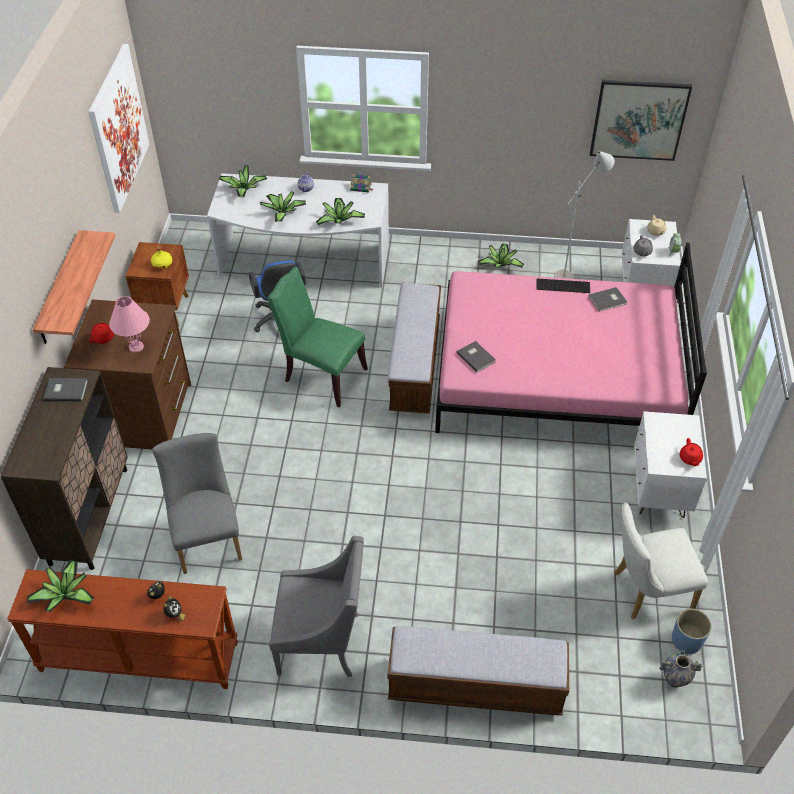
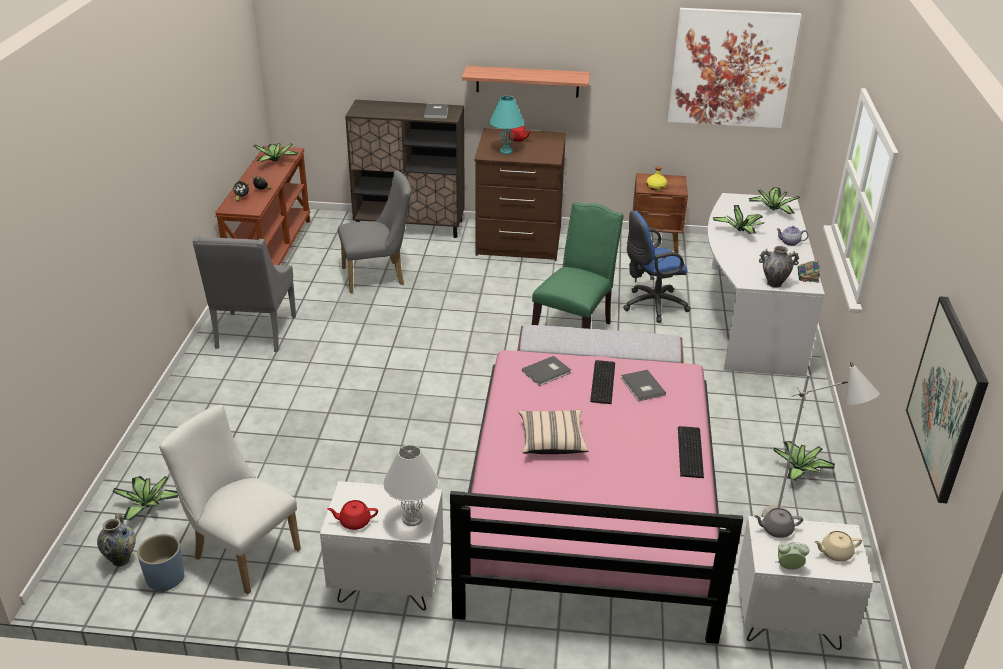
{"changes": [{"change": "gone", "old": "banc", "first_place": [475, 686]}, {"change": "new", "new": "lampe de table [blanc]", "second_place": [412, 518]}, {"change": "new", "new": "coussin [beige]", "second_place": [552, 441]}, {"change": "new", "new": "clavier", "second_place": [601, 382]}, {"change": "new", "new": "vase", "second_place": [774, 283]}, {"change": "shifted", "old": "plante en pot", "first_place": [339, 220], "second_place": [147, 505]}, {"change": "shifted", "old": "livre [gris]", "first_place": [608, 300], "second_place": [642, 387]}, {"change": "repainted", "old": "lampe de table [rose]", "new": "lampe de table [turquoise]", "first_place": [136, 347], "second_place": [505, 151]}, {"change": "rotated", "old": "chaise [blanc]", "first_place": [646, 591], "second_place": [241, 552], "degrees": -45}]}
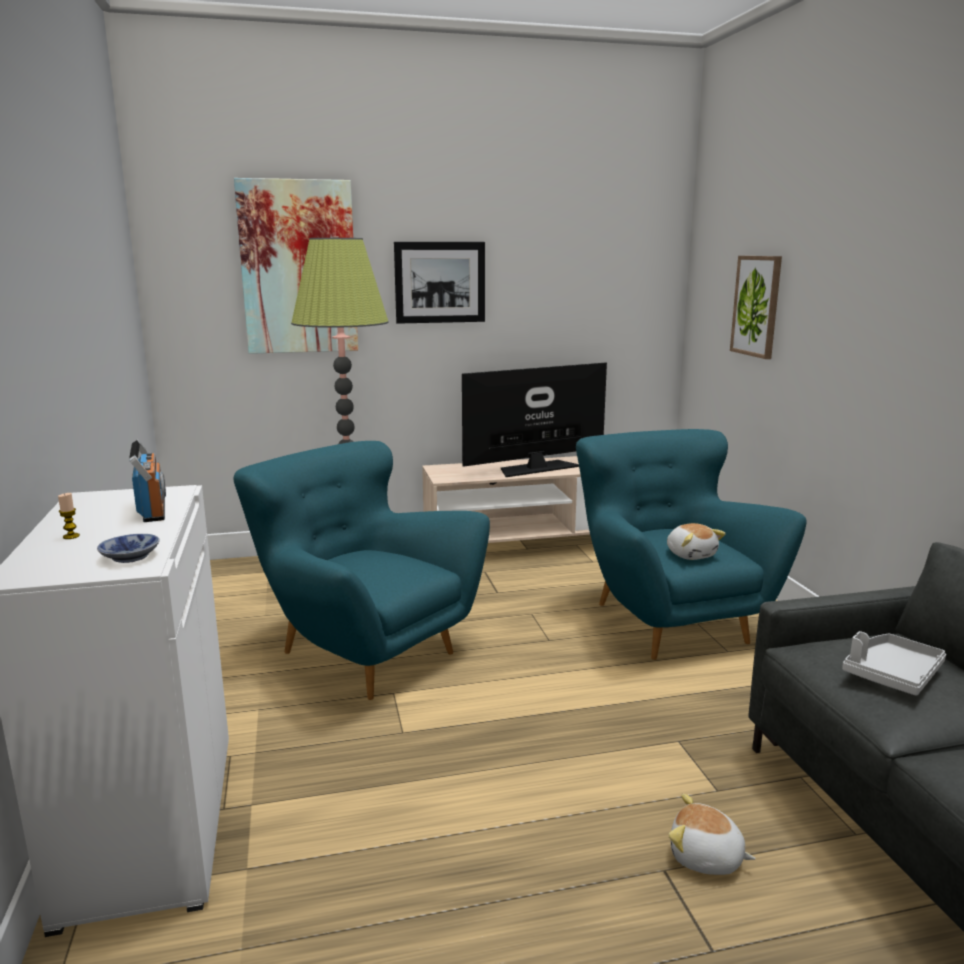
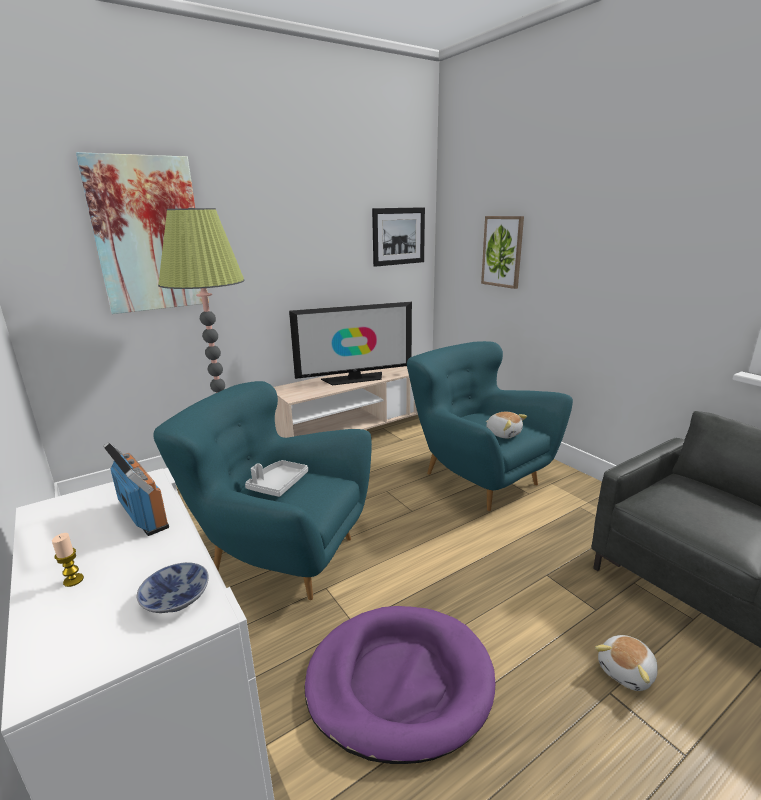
{"changes": [{"change": "new", "new": "panier pour chien [violet]", "second_place": [399, 682]}, {"change": "shifted", "old": "tableau", "first_place": [440, 282], "second_place": [398, 236]}, {"change": "shifted", "old": "plateau [gris]", "first_place": [891, 674], "second_place": [278, 484]}, {"change": "rotated", "old": "téléviseur", "first_place": [536, 468], "second_place": [354, 379], "degrees": -150}, {"change": "rotated", "old": "peluche", "first_place": [705, 858], "second_place": [627, 672], "degrees": -45}]}
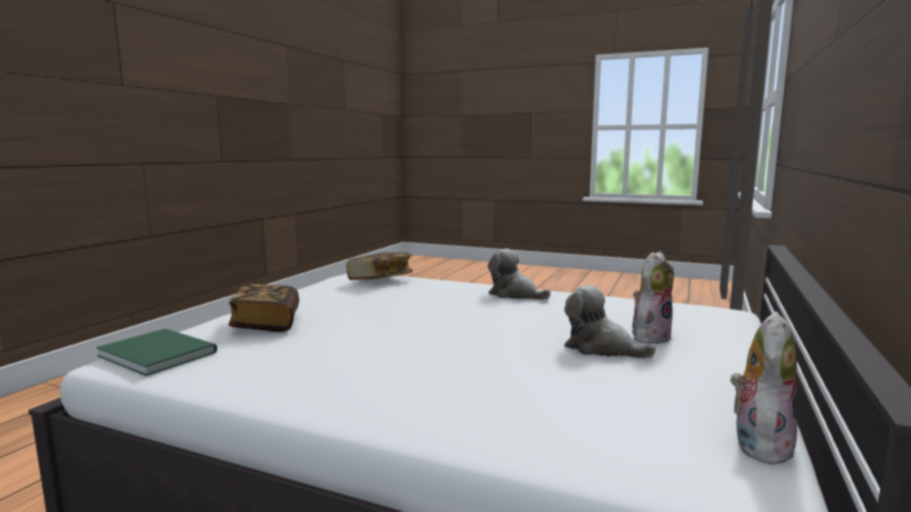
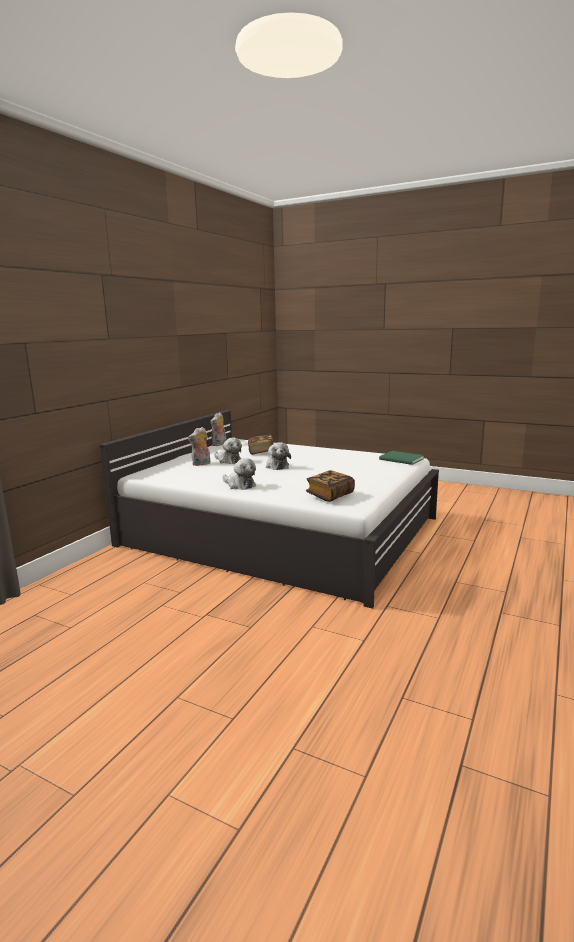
{"changes": [{"change": "new", "new": "peluche", "second_place": [276, 466]}, {"change": "shifted", "old": "livre", "first_place": [266, 324], "second_place": [261, 452]}]}
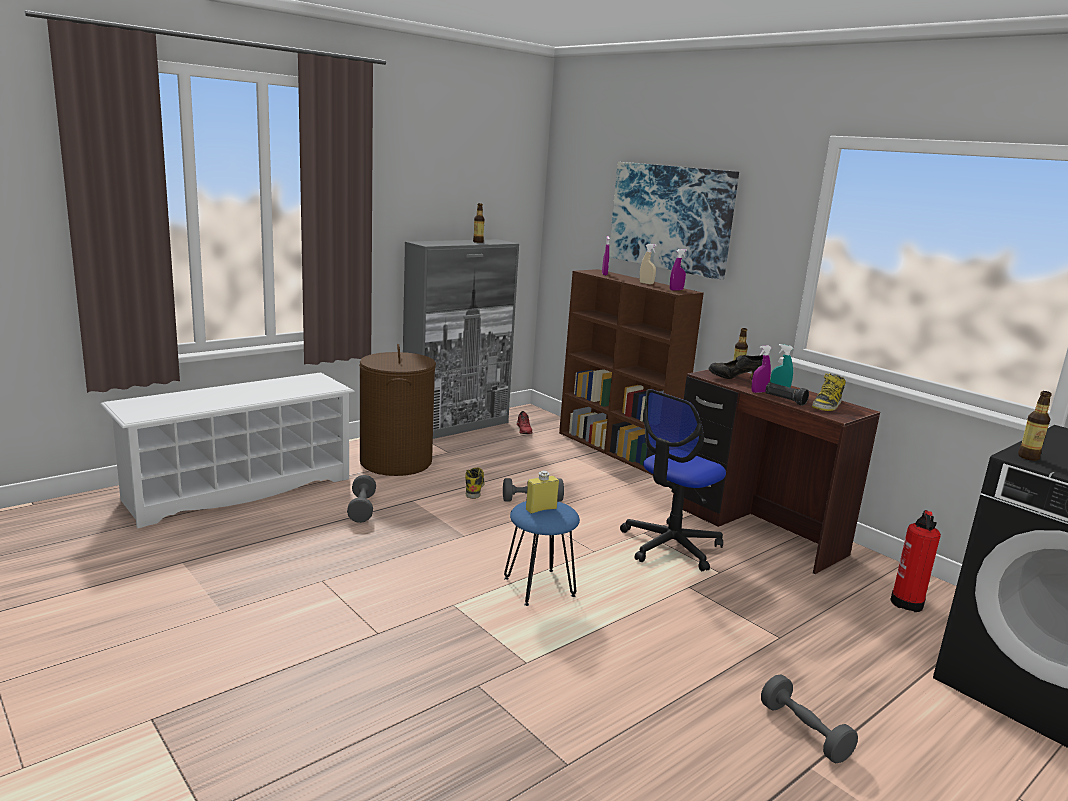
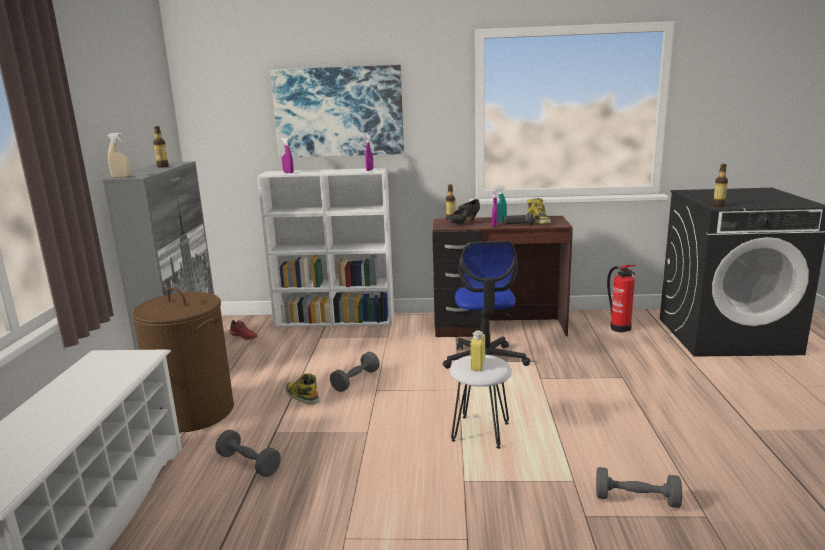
{"changes": [{"change": "shifted", "old": "vaporisateur [beige]", "first_place": [646, 283], "second_place": [121, 177]}, {"change": "shifted", "old": "haltère [gris]", "first_place": [804, 732], "second_place": [636, 499]}, {"change": "repainted", "old": "tabouret [bleu]", "new": "tabouret [blanc]", "first_place": [538, 587], "second_place": [480, 432]}, {"change": "repainted", "old": "bibliothèque [marron]", "new": "bibliothèque [blanc]", "first_place": [618, 450], "second_place": [336, 320]}]}
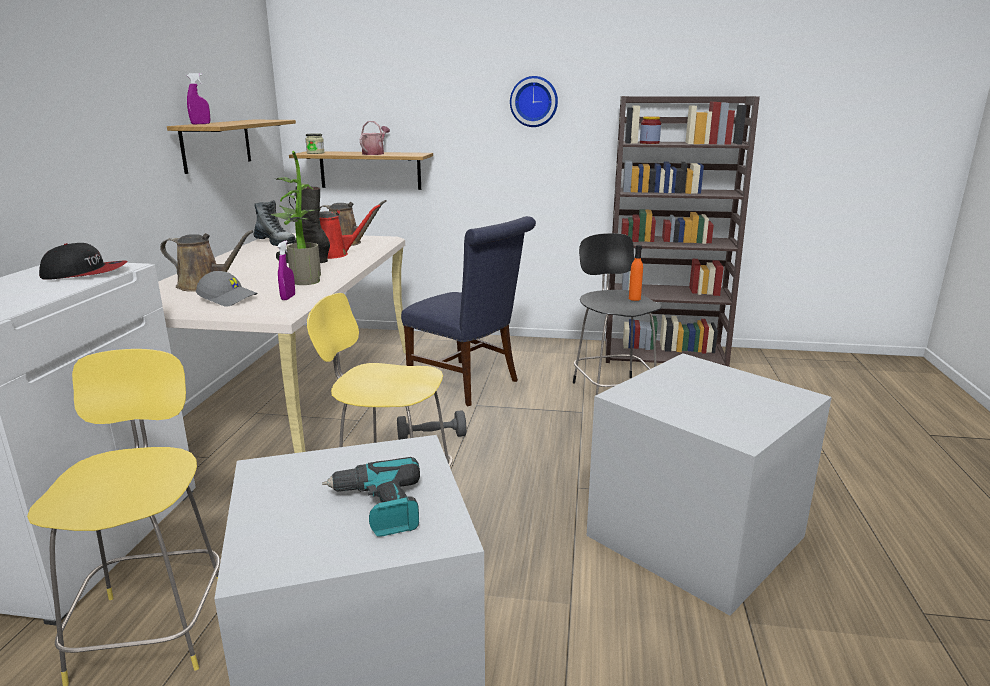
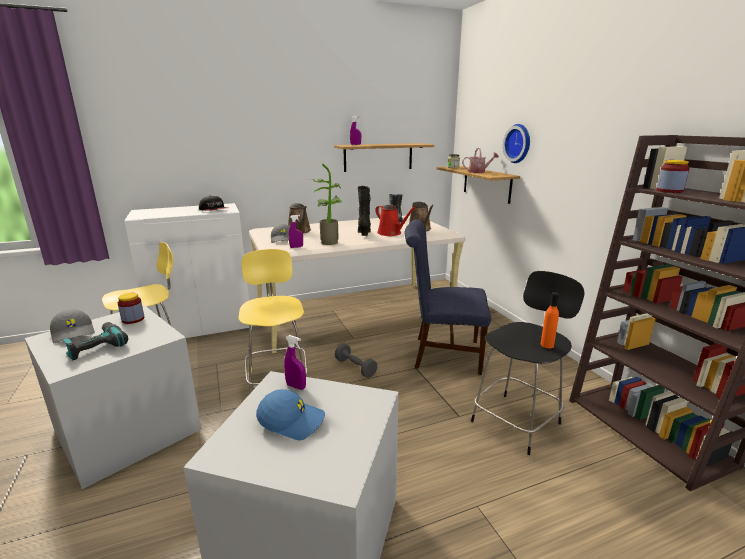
{"changes": [{"change": "new", "new": "casquette [gris]", "second_place": [74, 333]}, {"change": "new", "new": "bocal", "second_place": [133, 319]}, {"change": "new", "new": "casquette [bleu]", "second_place": [292, 420]}, {"change": "new", "new": "vaporisateur [violet]", "second_place": [296, 386]}, {"change": "shifted", "old": "horloge murale", "first_place": [534, 101], "second_place": [519, 143]}, {"change": "rotated", "old": "chaise [bleu]", "first_place": [469, 384], "second_place": [441, 354], "degrees": 90}]}
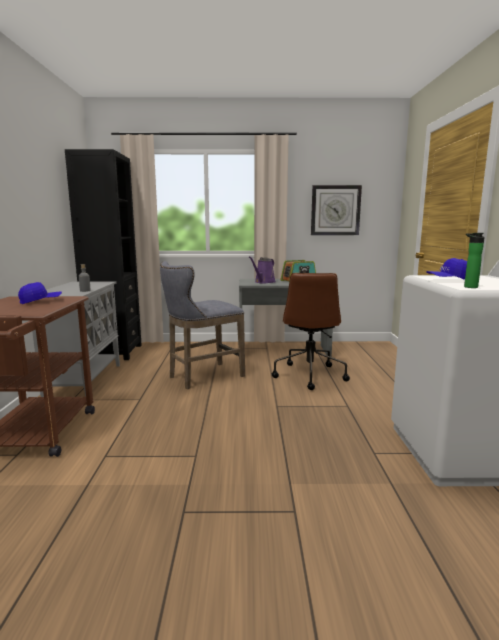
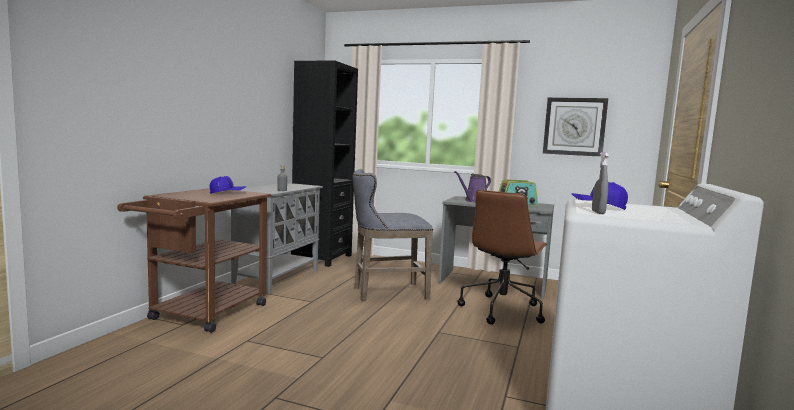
{"changes": [{"change": "swapped", "old": "bouteille", "new": "vaporisateur [gris]", "first_place": [469, 287], "second_place": [598, 212]}]}
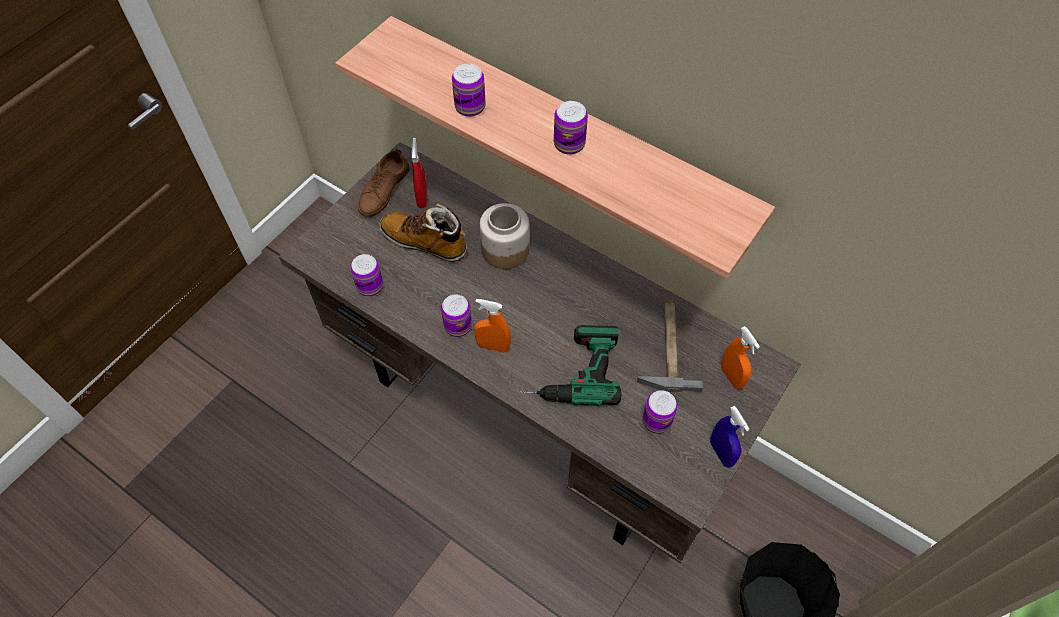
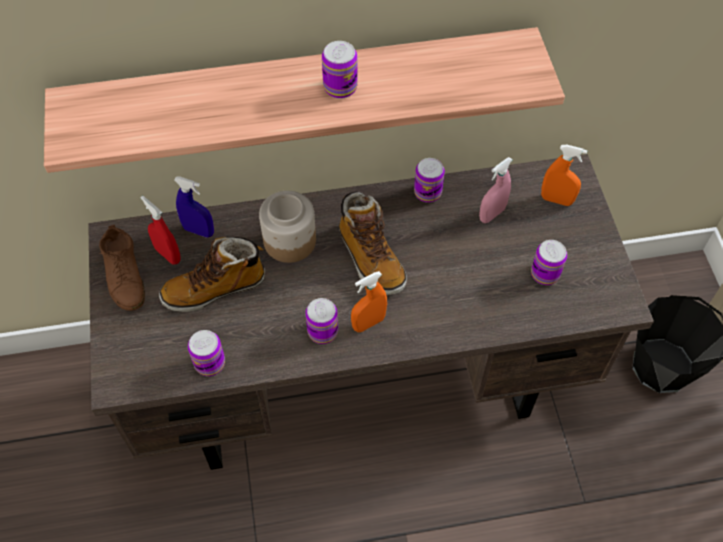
{"changes": [{"change": "gone", "old": "perceuse", "first_place": [570, 370]}, {"change": "new", "new": "botte", "second_place": [370, 258]}, {"change": "shifted", "old": "boîte métallique", "first_place": [470, 107], "second_place": [427, 192]}, {"change": "shifted", "old": "vaporisateur [bleu]", "first_place": [721, 453], "second_place": [199, 231]}, {"change": "swapped", "old": "marteau", "new": "vaporisateur [rose]", "first_place": [667, 346], "second_place": [492, 214]}]}
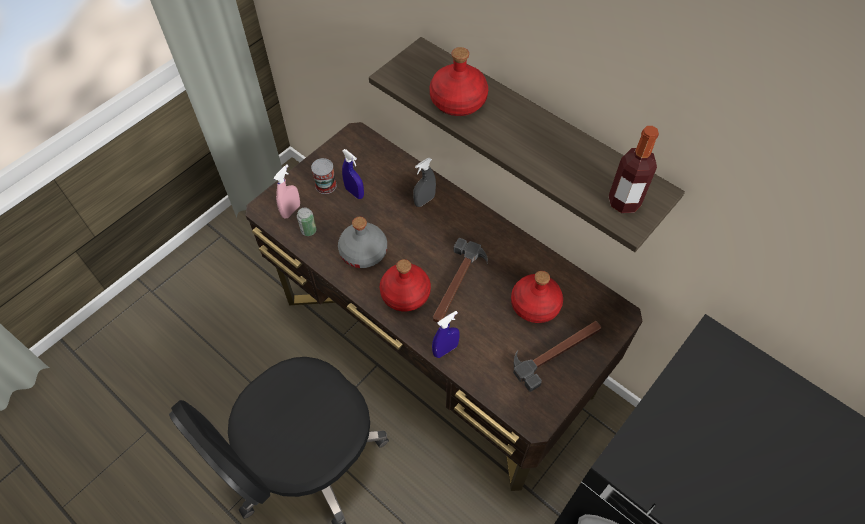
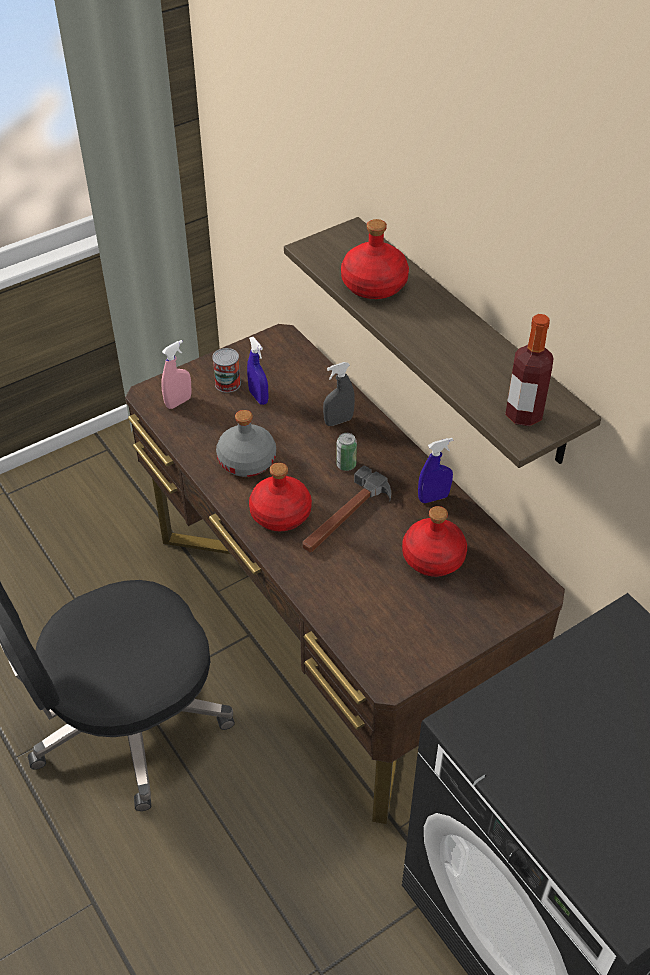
{"changes": [{"change": "gone", "old": "marteau", "first_place": [557, 351]}, {"change": "shifted", "old": "boîte métallique", "first_place": [308, 230], "second_place": [346, 465]}, {"change": "shifted", "old": "vaporisateur [bleu]", "first_place": [445, 350], "second_place": [433, 498]}]}
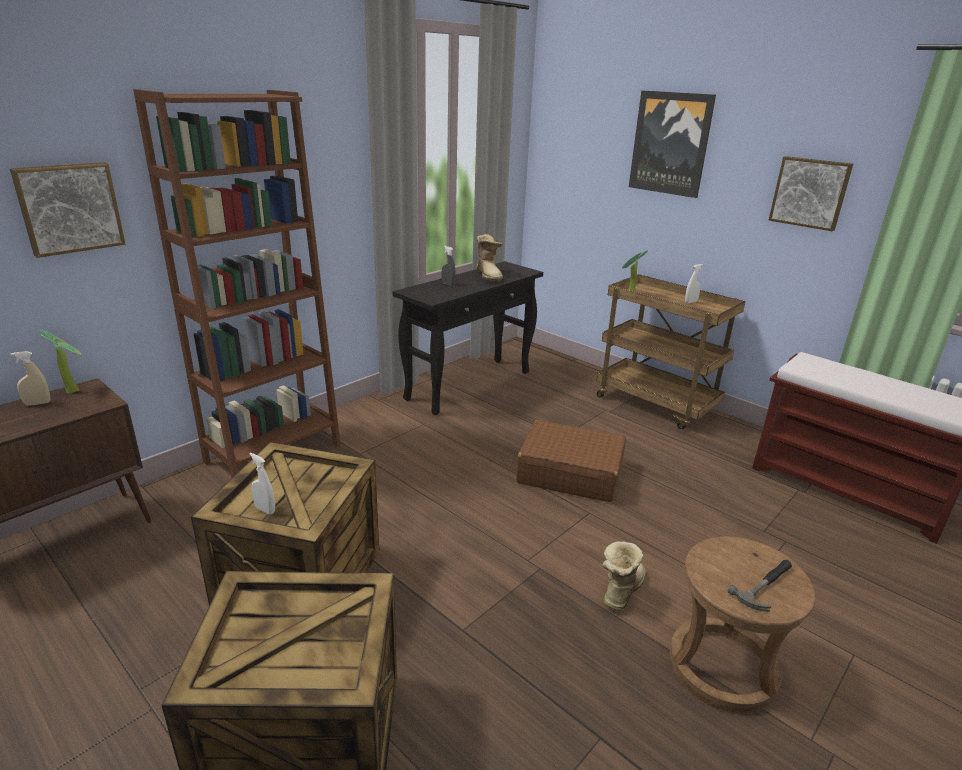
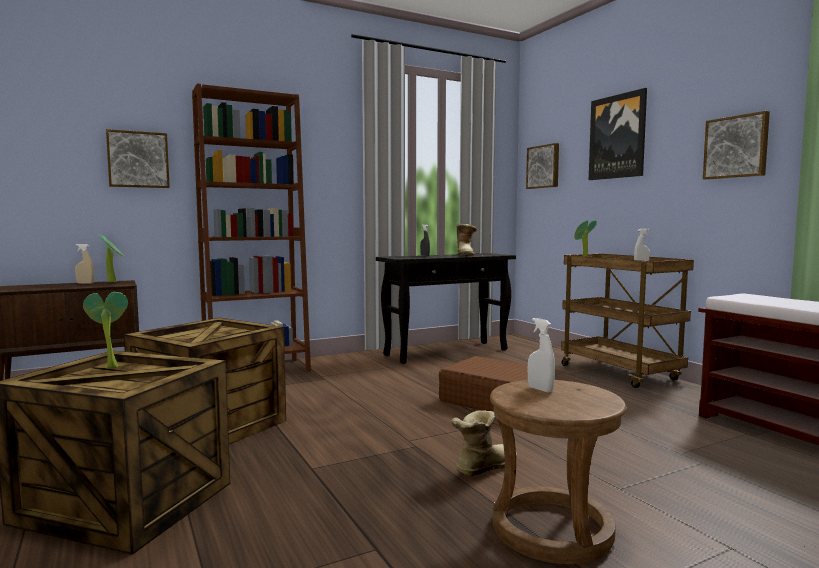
{"changes": [{"change": "gone", "old": "marteau", "first_place": [767, 586]}, {"change": "new", "new": "plante en pot", "second_place": [109, 367]}, {"change": "new", "new": "tableau", "second_place": [544, 167]}, {"change": "shifted", "old": "vaporisateur [blanc]", "first_place": [265, 509], "second_place": [540, 389]}]}
